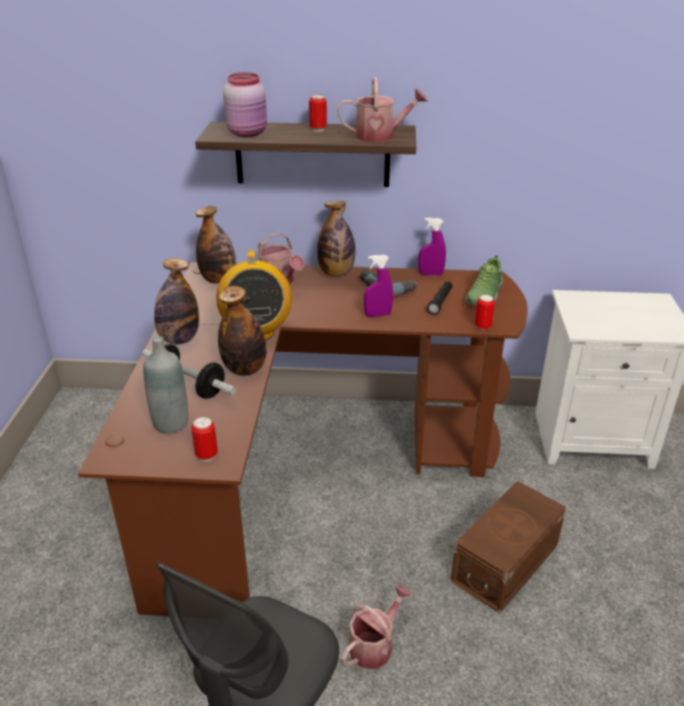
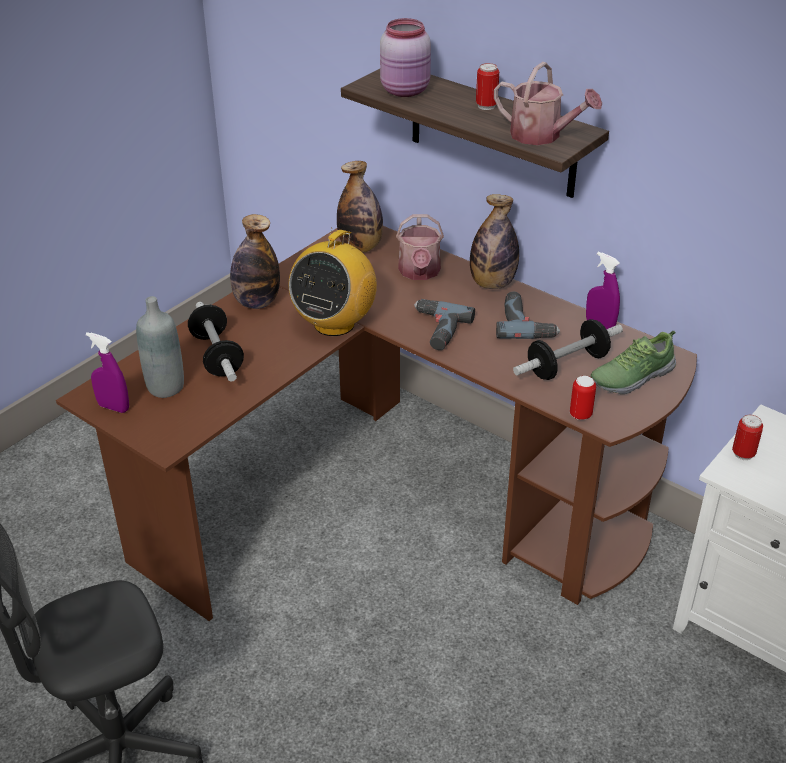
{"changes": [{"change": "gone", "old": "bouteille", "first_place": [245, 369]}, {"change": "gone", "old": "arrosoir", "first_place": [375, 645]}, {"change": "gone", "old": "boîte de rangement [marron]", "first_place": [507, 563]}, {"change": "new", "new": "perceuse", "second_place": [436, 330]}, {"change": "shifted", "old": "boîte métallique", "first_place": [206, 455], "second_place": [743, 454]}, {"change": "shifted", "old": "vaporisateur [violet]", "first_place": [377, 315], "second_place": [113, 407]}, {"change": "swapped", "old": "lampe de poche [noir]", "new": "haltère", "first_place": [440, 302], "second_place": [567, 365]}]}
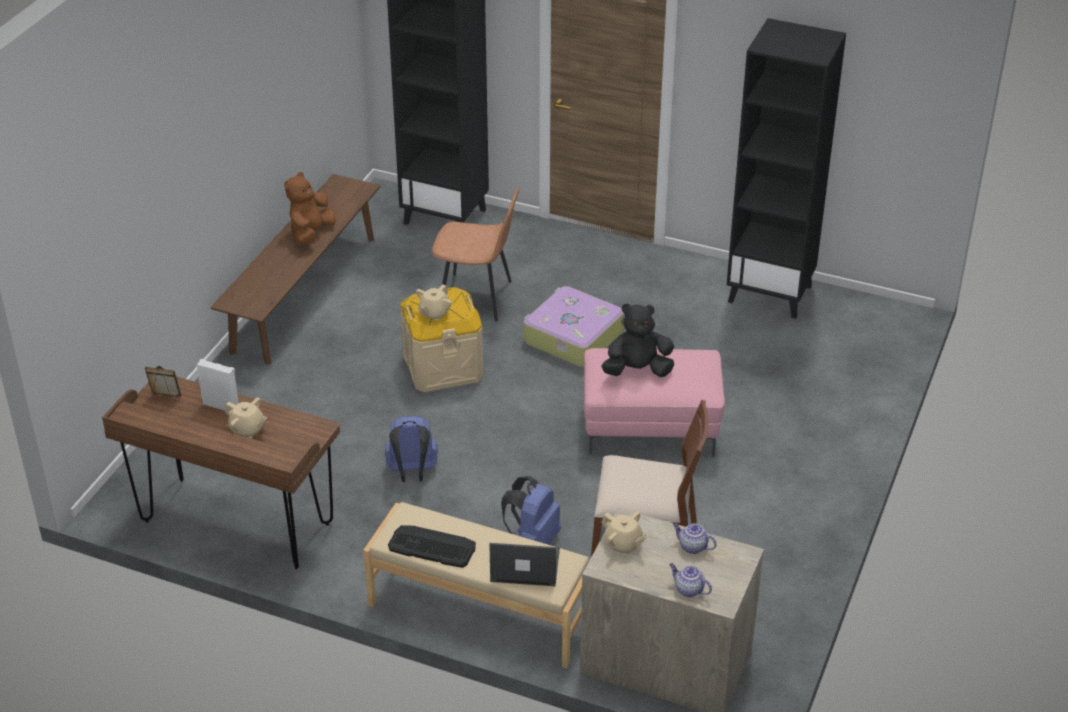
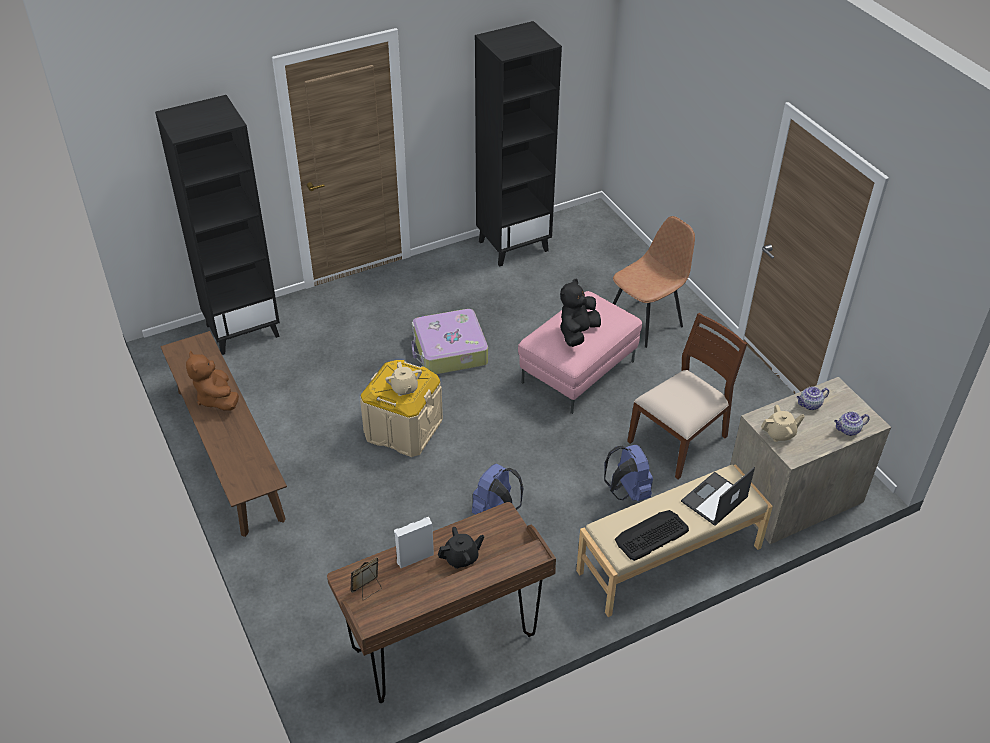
{"changes": [{"change": "shifted", "old": "chaise [marron]", "first_place": [477, 298], "second_place": [646, 321]}, {"change": "repainted", "old": "théière [beige]", "new": "théière [noir]", "first_place": [247, 429], "second_place": [461, 558]}]}
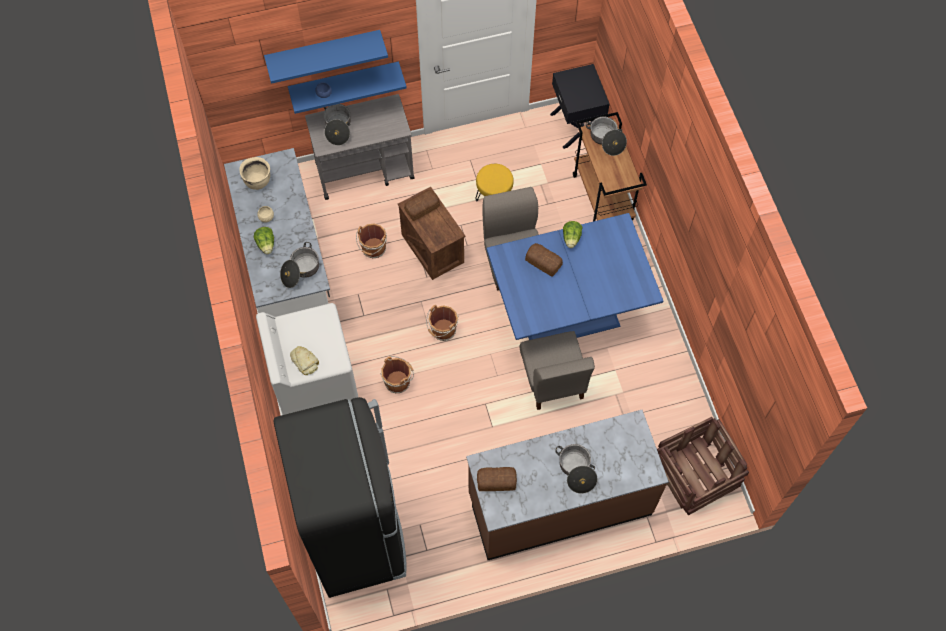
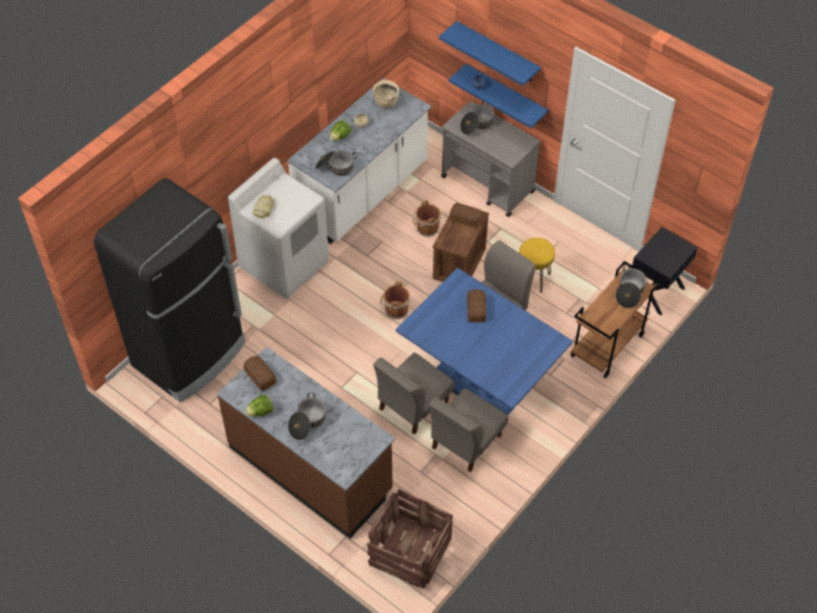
{"changes": [{"change": "gone", "old": "seau [marron]", "first_place": [398, 381]}, {"change": "new", "new": "chaise [gris]", "second_place": [466, 441]}, {"change": "shifted", "old": "laitue", "first_place": [571, 238], "second_place": [260, 412]}]}
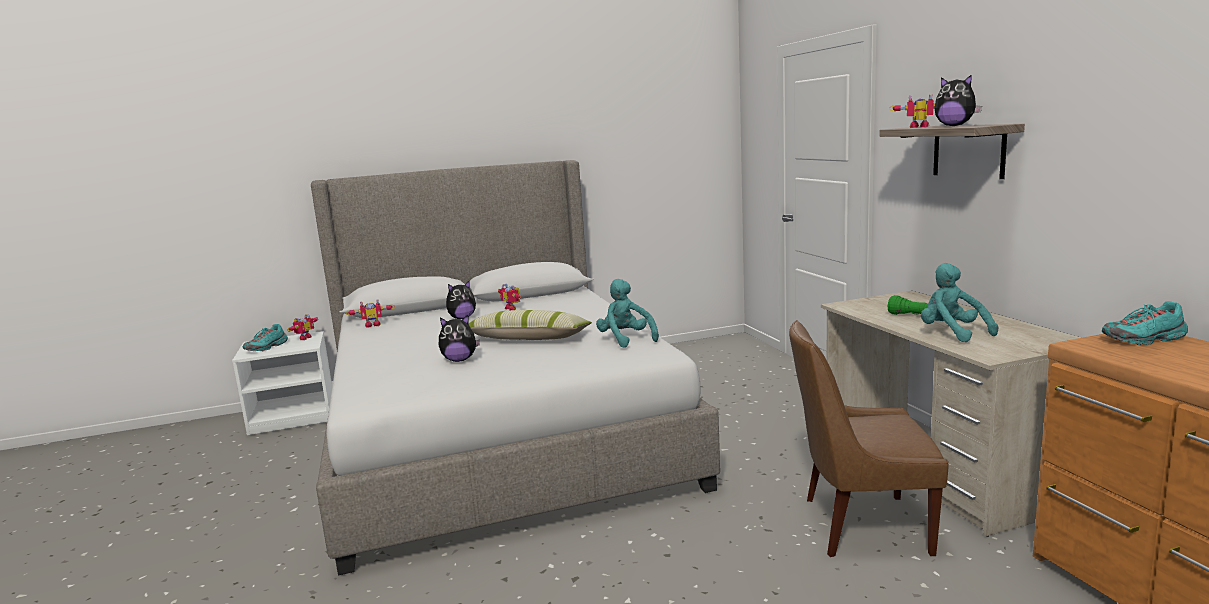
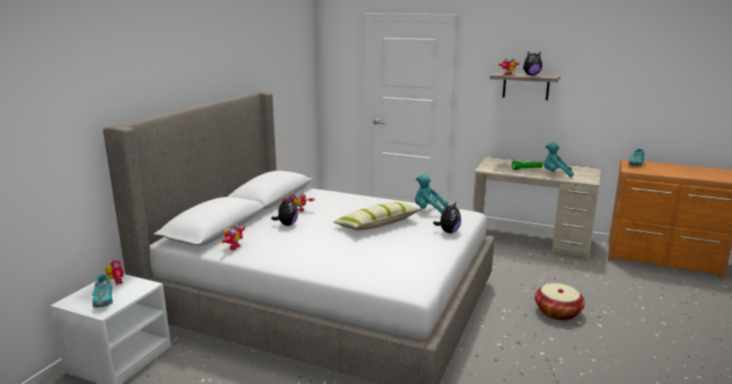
{"changes": [{"change": "gone", "old": "chaise [marron]", "first_place": [860, 525]}, {"change": "new", "new": "panier", "second_place": [557, 312]}, {"change": "shifted", "old": "peluche", "first_place": [459, 360], "second_place": [448, 232]}]}
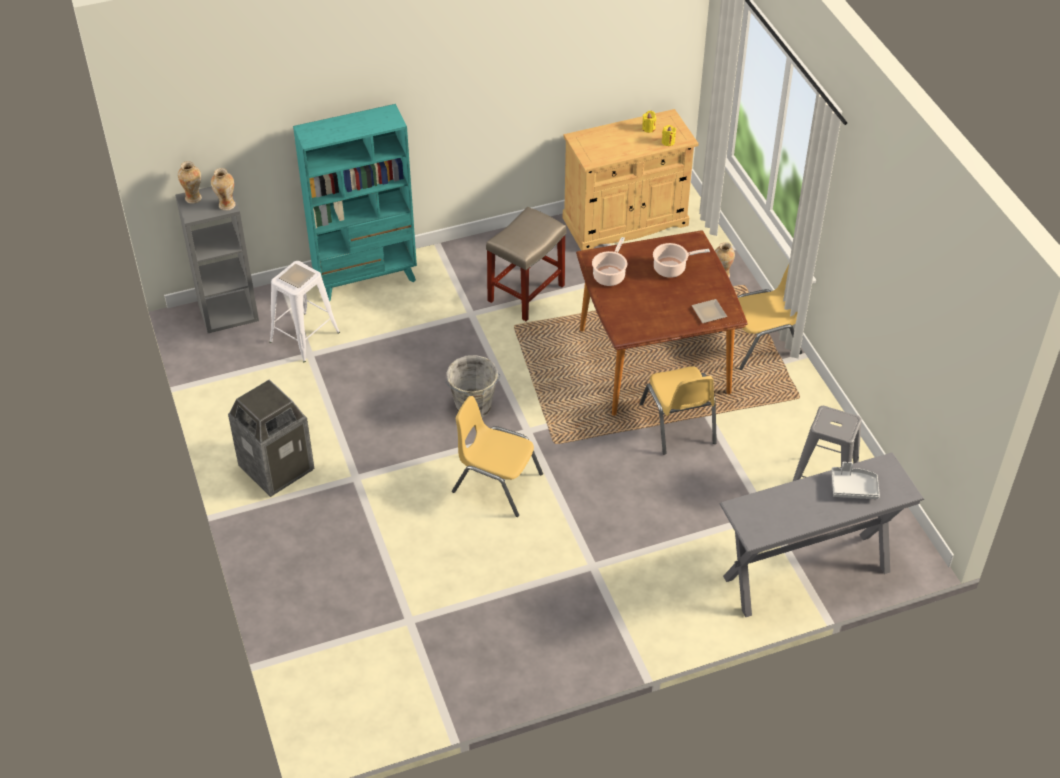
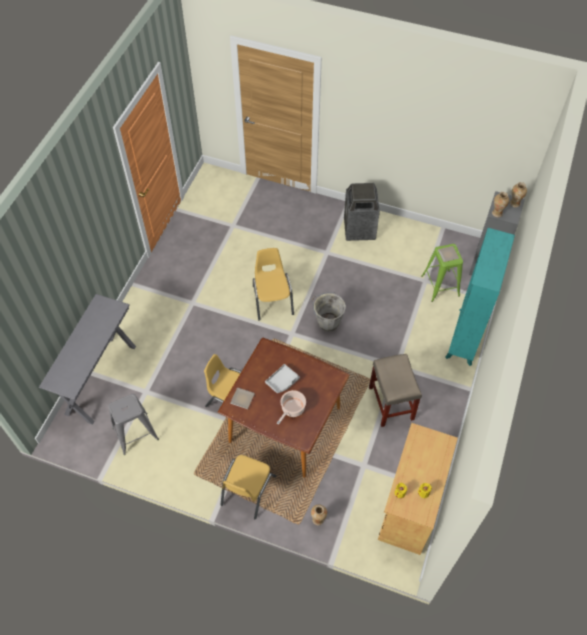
{"changes": [{"change": "gone", "old": "marmite", "first_place": [609, 275]}, {"change": "shifted", "old": "plateau [gris]", "first_place": [853, 487], "second_place": [282, 381]}, {"change": "repainted", "old": "tabouret [blanc]", "new": "tabouret [vert]", "first_place": [304, 337], "second_place": [440, 285]}, {"change": "rotated", "old": "chaise [jaune]", "first_place": [496, 483], "second_place": [272, 300], "degrees": -75}]}
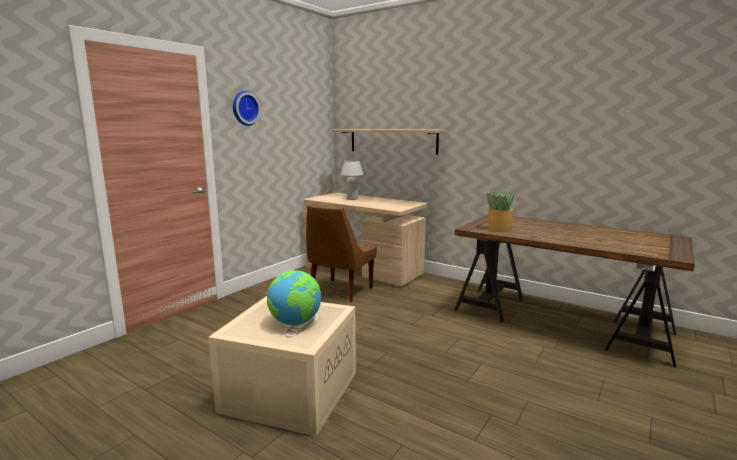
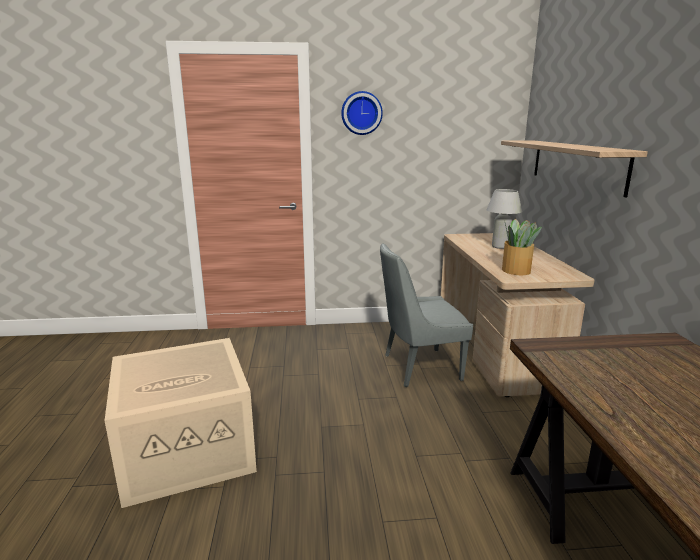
{"changes": [{"change": "gone", "old": "globe", "first_place": [295, 323]}, {"change": "shifted", "old": "plante en pot", "first_place": [499, 229], "second_place": [516, 270]}, {"change": "repainted", "old": "chaise [marron]", "new": "chaise [gris]", "first_place": [339, 291], "second_place": [418, 367]}]}
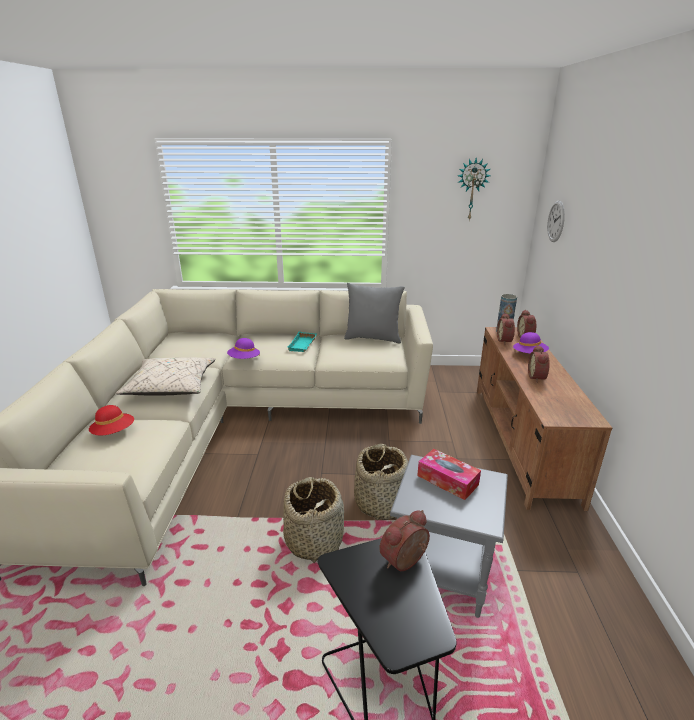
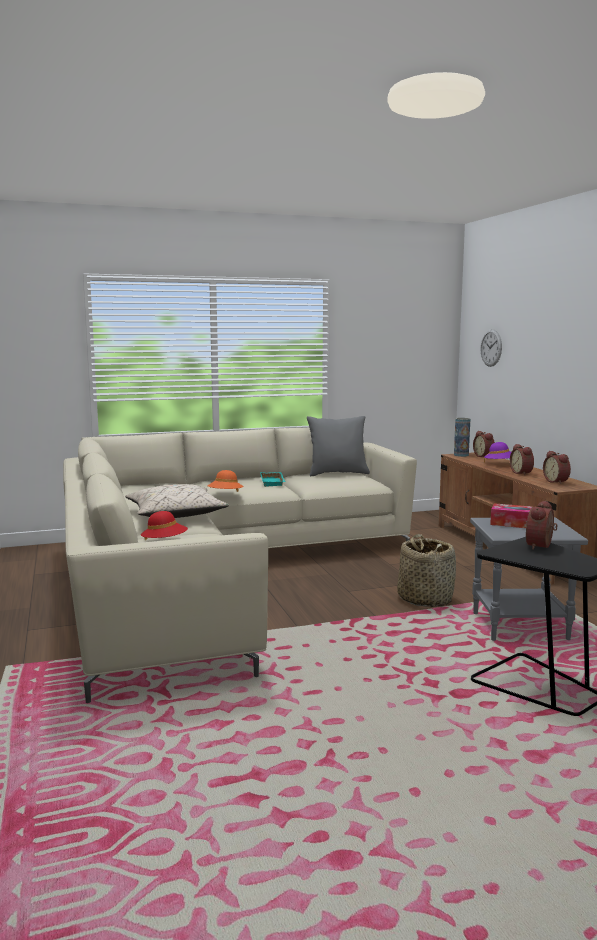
{"changes": [{"change": "gone", "old": "panier", "first_place": [314, 540]}, {"change": "gone", "old": "horloge murale", "first_place": [472, 189]}, {"change": "shifted", "old": "réveil", "first_place": [505, 341], "second_place": [557, 481]}, {"change": "repainted", "old": "chapeau [violet]", "new": "chapeau [orange]", "first_place": [244, 359], "second_place": [225, 495]}]}
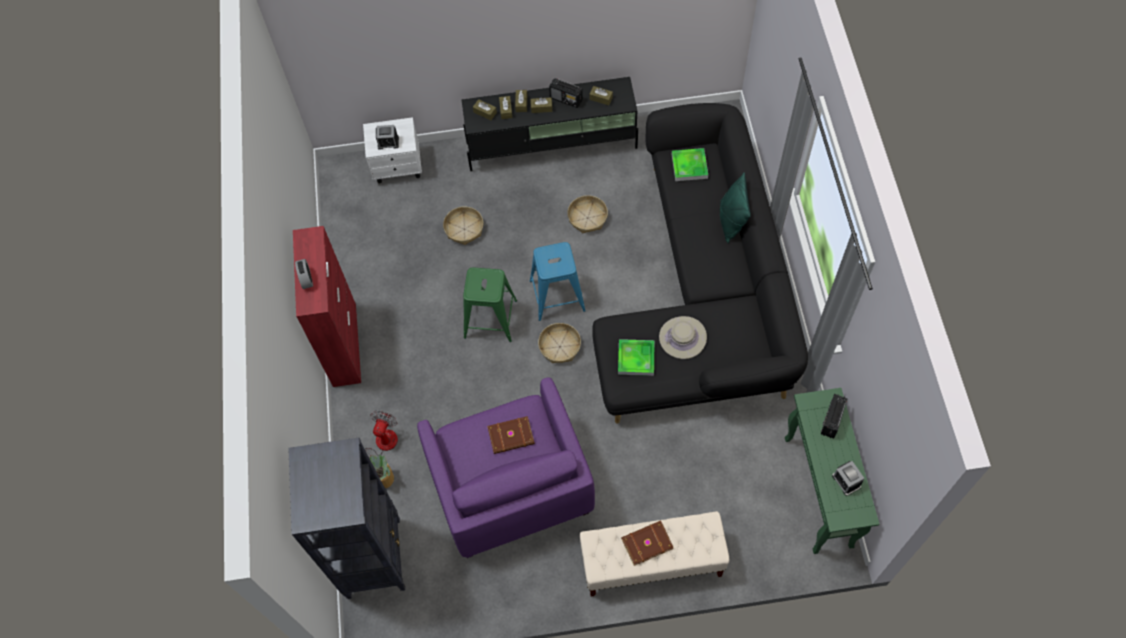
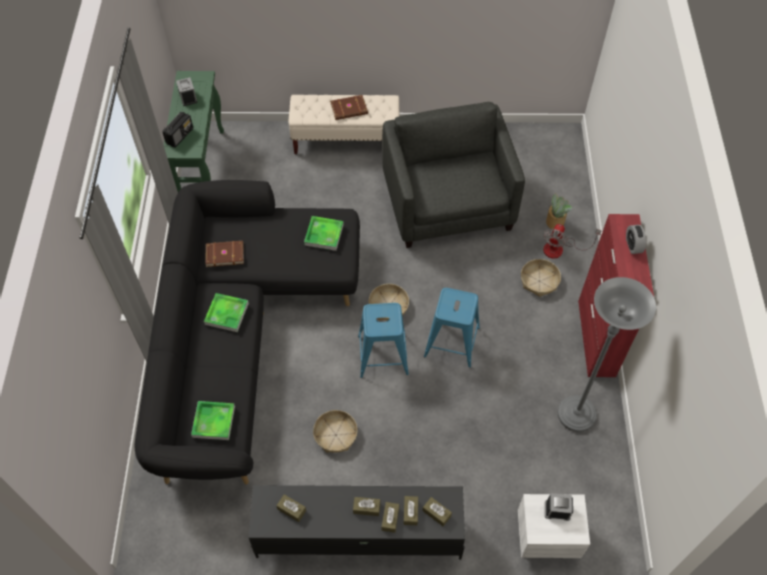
{"changes": [{"change": "gone", "old": "bibliothèque [noir]", "first_place": [374, 557]}, {"change": "gone", "old": "radio", "first_place": [566, 99]}, {"change": "gone", "old": "chapeau [beige]", "first_place": [682, 338]}, {"change": "gone", "old": "coussin [vert]", "first_place": [731, 221]}, {"change": "new", "new": "plateau", "second_place": [227, 314]}, {"change": "new", "new": "lampadaire [gris]", "second_place": [576, 415]}, {"change": "shifted", "old": "panier", "first_place": [464, 229], "second_place": [539, 281]}, {"change": "shifted", "old": "livre [marron]", "first_place": [511, 437], "second_place": [224, 254]}, {"change": "repainted", "old": "fauteuil [violet]", "new": "fauteuil [gris]", "first_place": [510, 485], "second_place": [448, 203]}, {"change": "repainted", "old": "tabouret [vert]", "new": "tabouret [bleu]", "first_place": [490, 319], "second_place": [451, 341]}]}
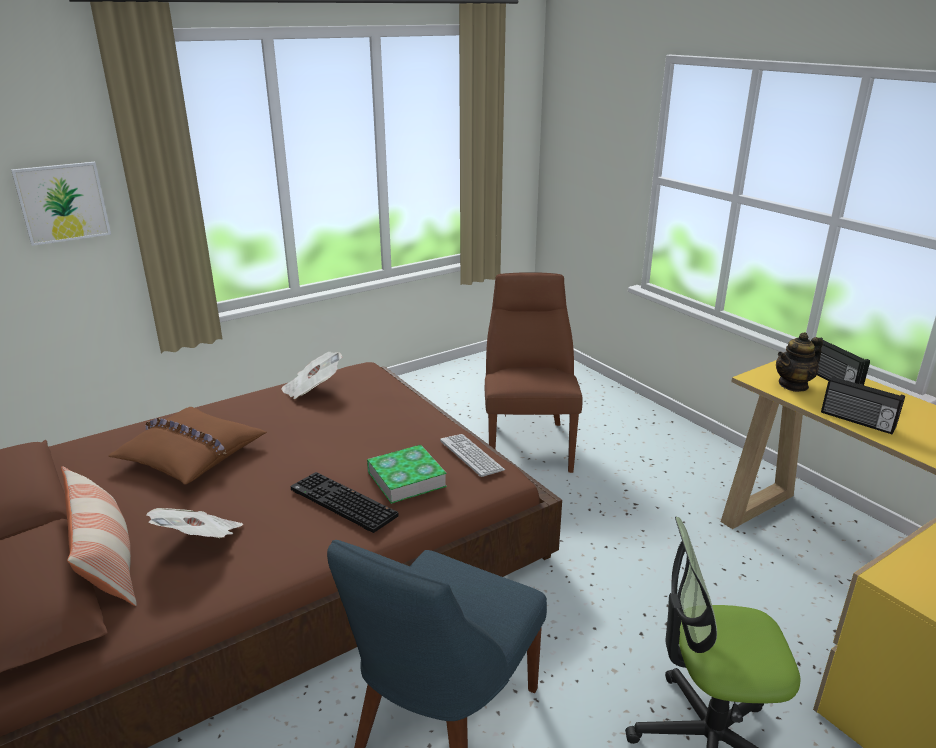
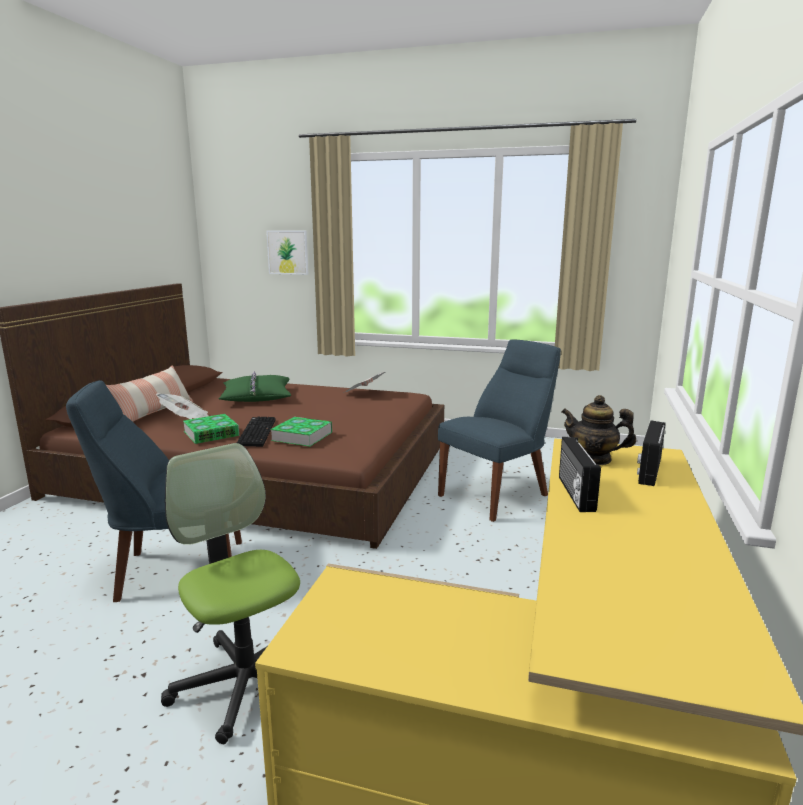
{"changes": [{"change": "gone", "old": "clavier", "first_place": [471, 456]}, {"change": "new", "new": "livre", "second_place": [211, 433]}, {"change": "repainted", "old": "coussin [marron]", "new": "coussin [vert]", "first_place": [190, 455], "second_place": [256, 397]}, {"change": "repainted", "old": "chaise [marron]", "new": "chaise [bleu]", "first_place": [527, 443], "second_place": [497, 494]}]}
